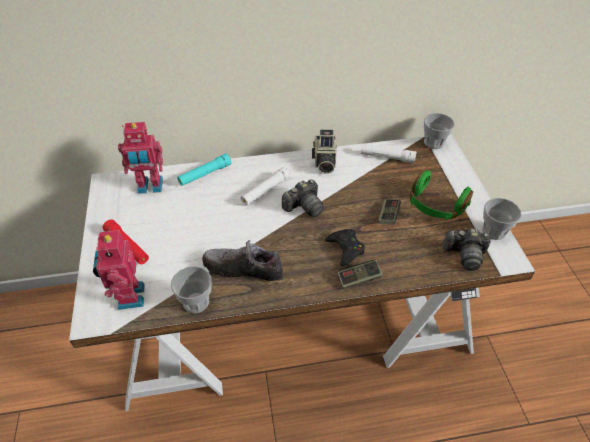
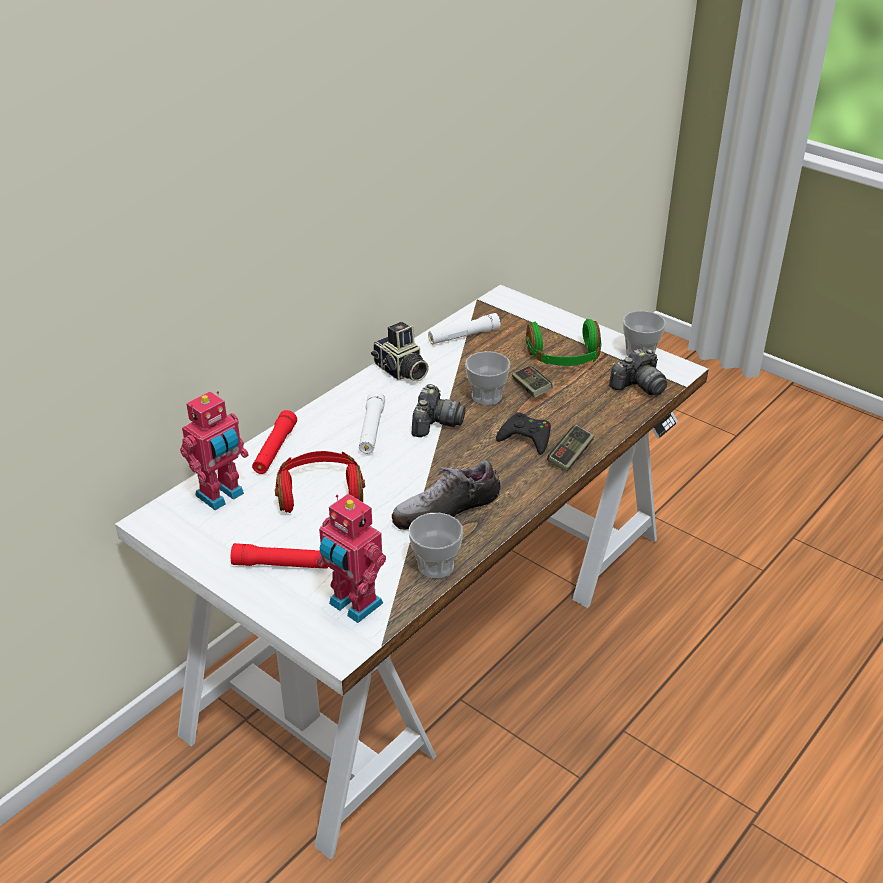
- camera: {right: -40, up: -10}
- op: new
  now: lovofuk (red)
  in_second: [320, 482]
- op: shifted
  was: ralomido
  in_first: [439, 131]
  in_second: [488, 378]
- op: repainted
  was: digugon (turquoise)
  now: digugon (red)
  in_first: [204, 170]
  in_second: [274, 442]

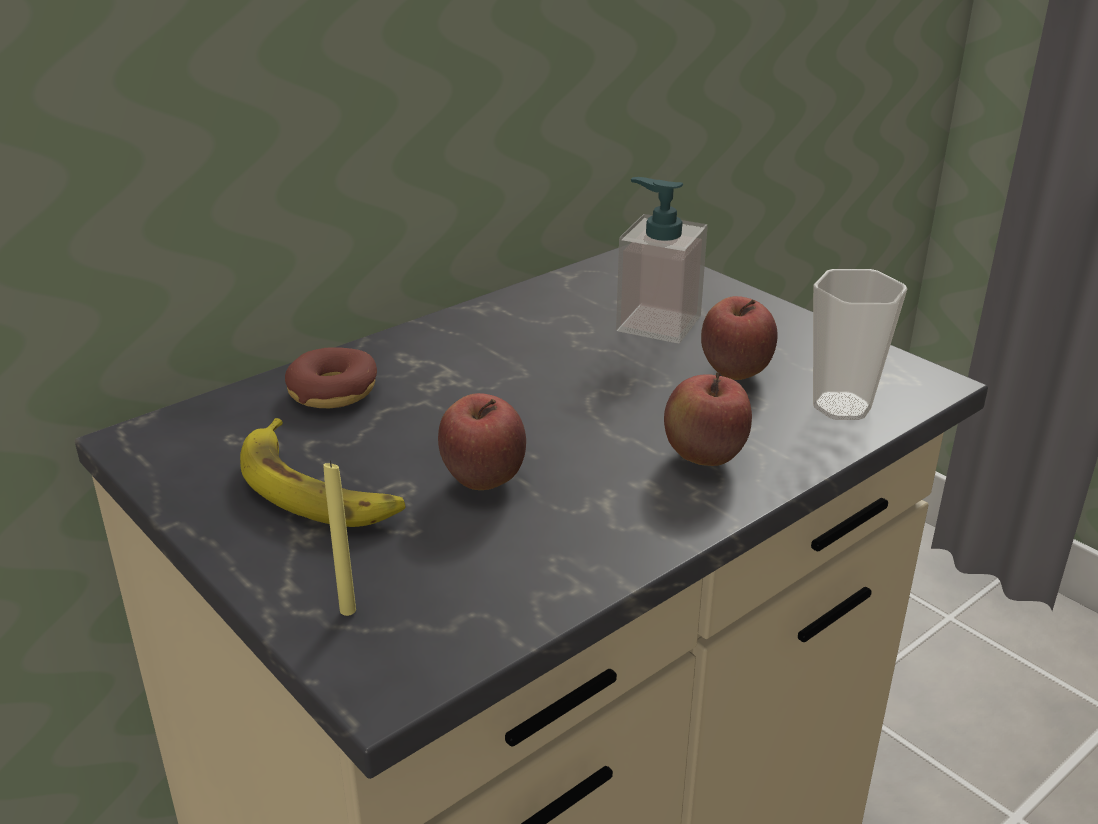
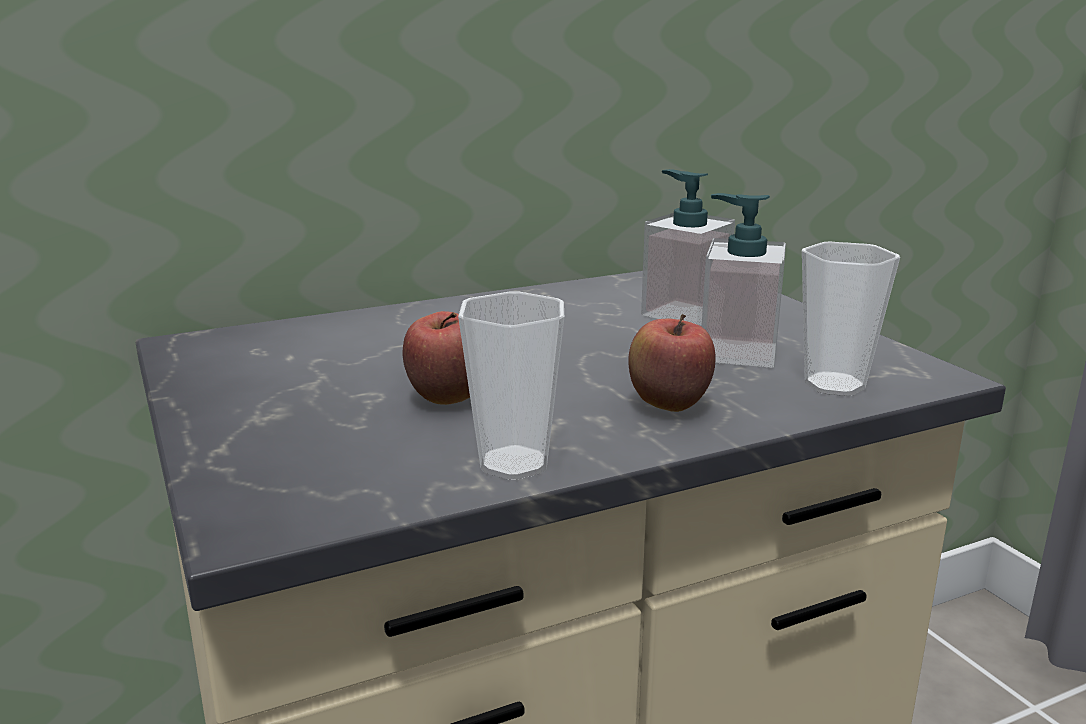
- camera: {right: 15, up: -10}
- op: gone
  was: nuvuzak
  in_first: [322, 472]
- op: gone
  was: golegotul
  in_first: [331, 377]
- op: gone
  was: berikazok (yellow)
  in_first: [339, 538]
- op: new
  now: ralomido
  in_second: [511, 385]
- op: swapped
  was: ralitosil
  now: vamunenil
  in_first: [739, 338]
  in_second: [743, 280]

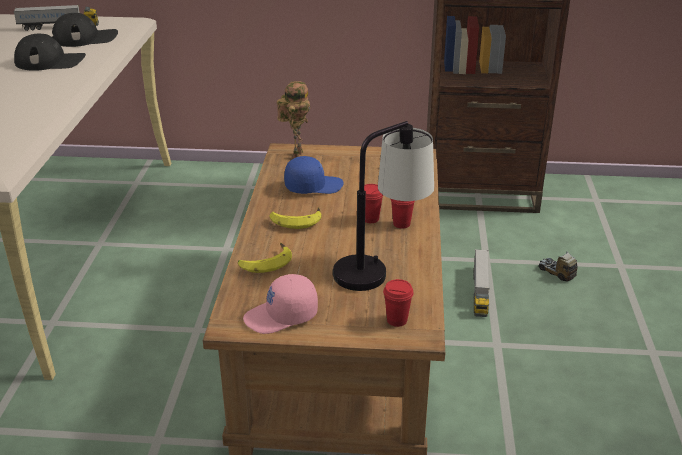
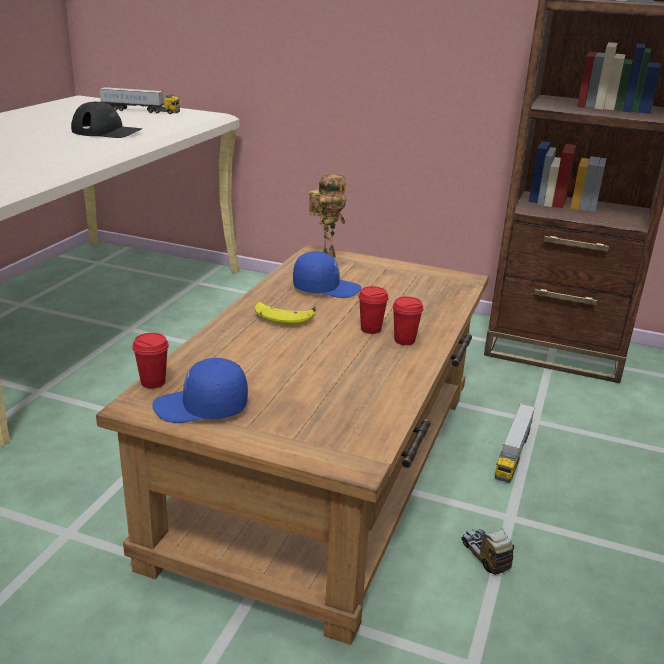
- camera: {right: 15, up: -5}
- op: gone
  was: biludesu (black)
  in_first: [85, 30]
- op: gone
  was: nuvuzak
  in_first: [265, 257]
- op: gone
  was: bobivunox
  in_first: [383, 206]
- op: shifted
  was: ralomido (red)
  in_first: [398, 303]
  in_second: [150, 361]
- op: shifted
  was: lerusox
  in_first: [558, 267]
  in_second: [487, 551]
- op: repainted
  was: biludesu (pink)
  now: biludesu (blue)
  in_first: [280, 304]
  in_second: [200, 390]

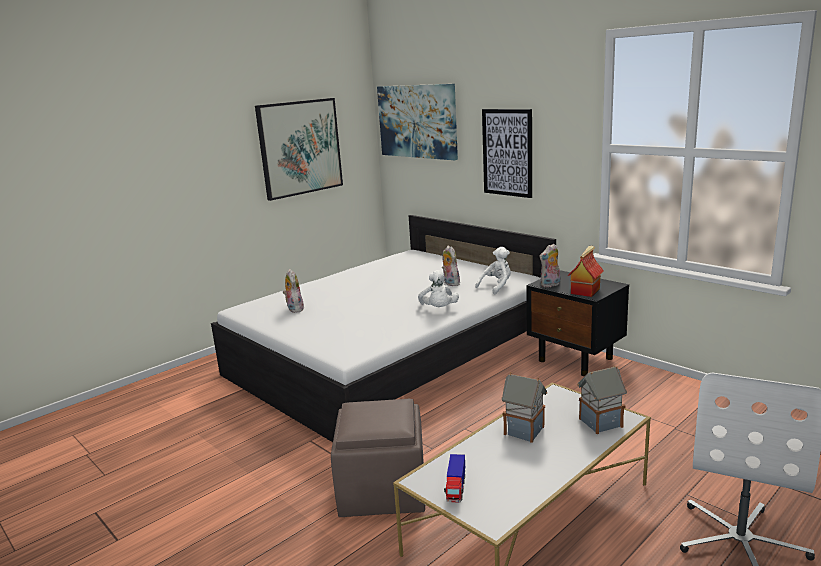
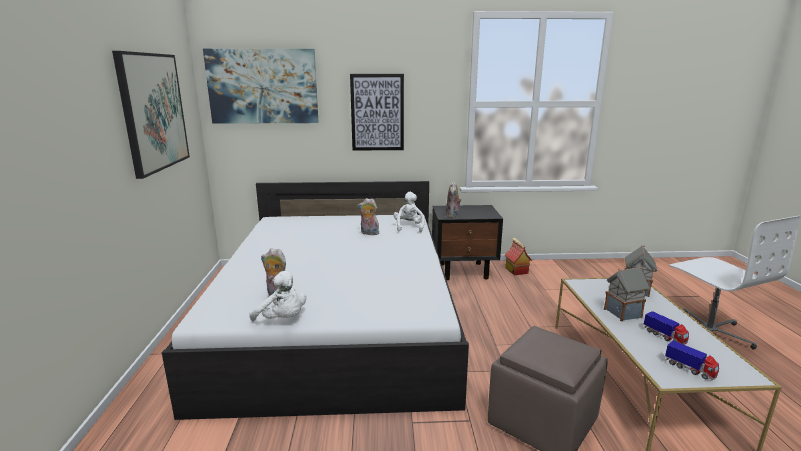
- camera: {right: -50, up: 0}
- op: new
  now: lerusox
  in_second: [666, 328]
- op: shifted
  was: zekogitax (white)
  in_first: [438, 288]
  in_second: [277, 296]
- op: shifted
  was: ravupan
  in_first: [585, 271]
  in_second: [518, 256]

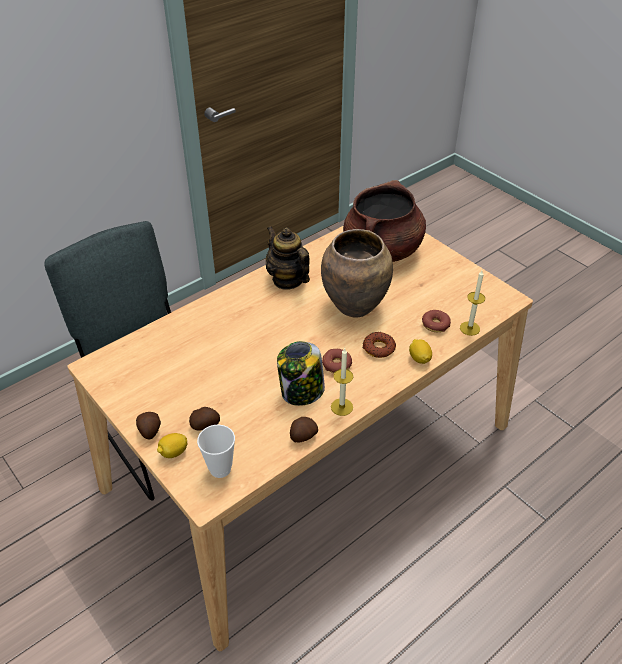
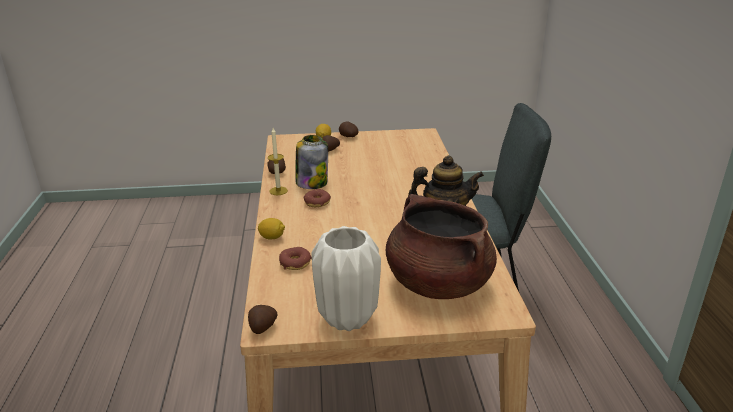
- camera: {right: 125, up: -15}
- op: gone
  was: ralomido
  in_first: [216, 451]
- op: gone
  was: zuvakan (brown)
  in_first: [357, 273]
- op: gone
  was: golegotul
  in_first: [379, 345]
- op: gone
  was: berikazok
  in_first: [472, 303]
- op: new
  now: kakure
  in_second: [262, 319]
- op: new
  now: zuvakan (white)
  in_second: [346, 278]

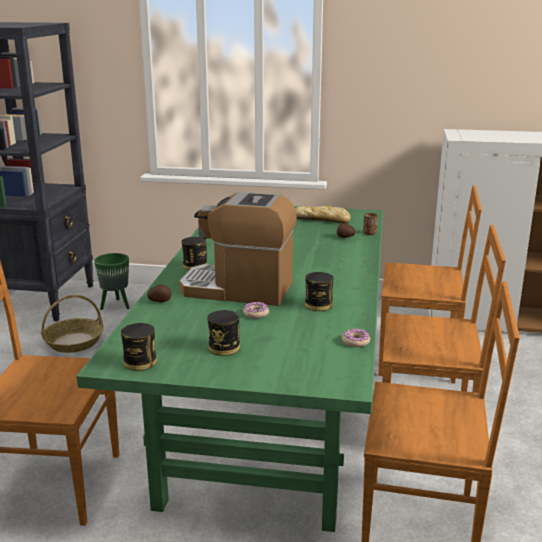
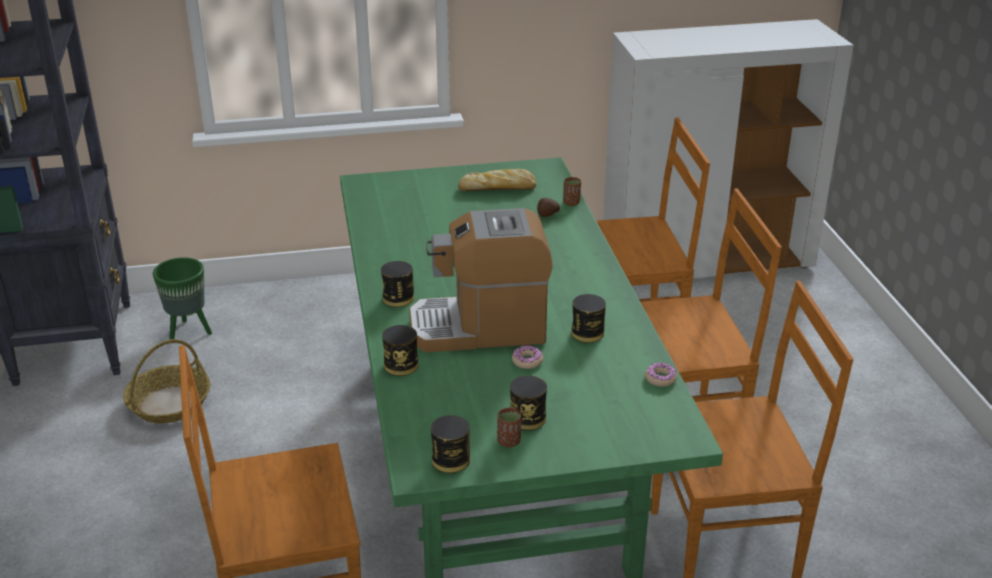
- camera: {right: -20, up: 10}
- op: new
  now: ralomido (brown)
  in_second: [509, 427]
- op: swapped
  was: kakure
  now: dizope
  in_first: [159, 293]
  in_second: [400, 350]

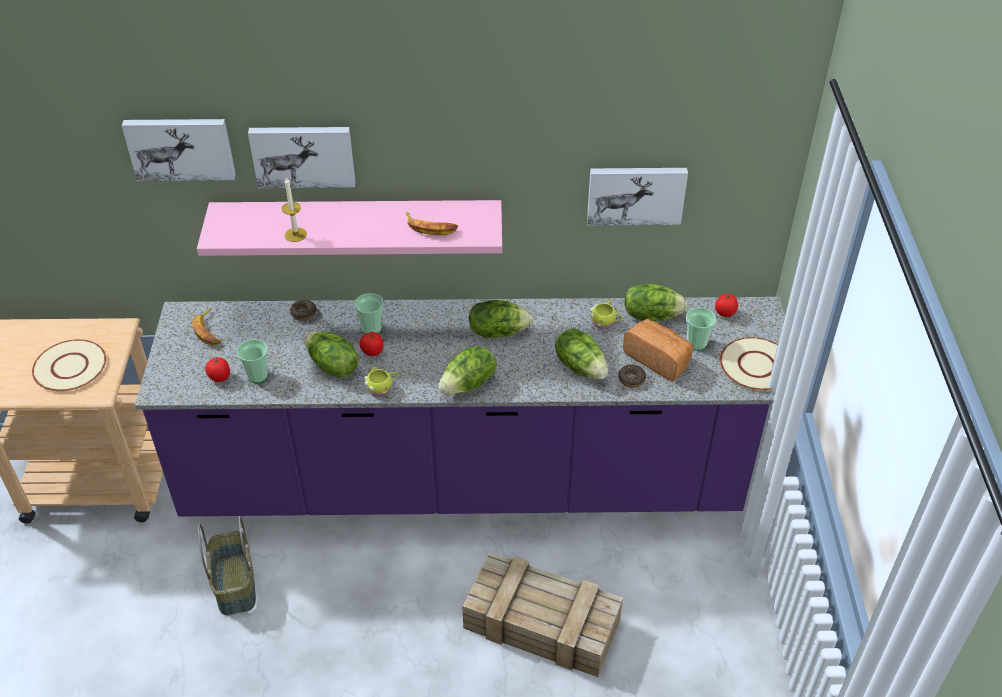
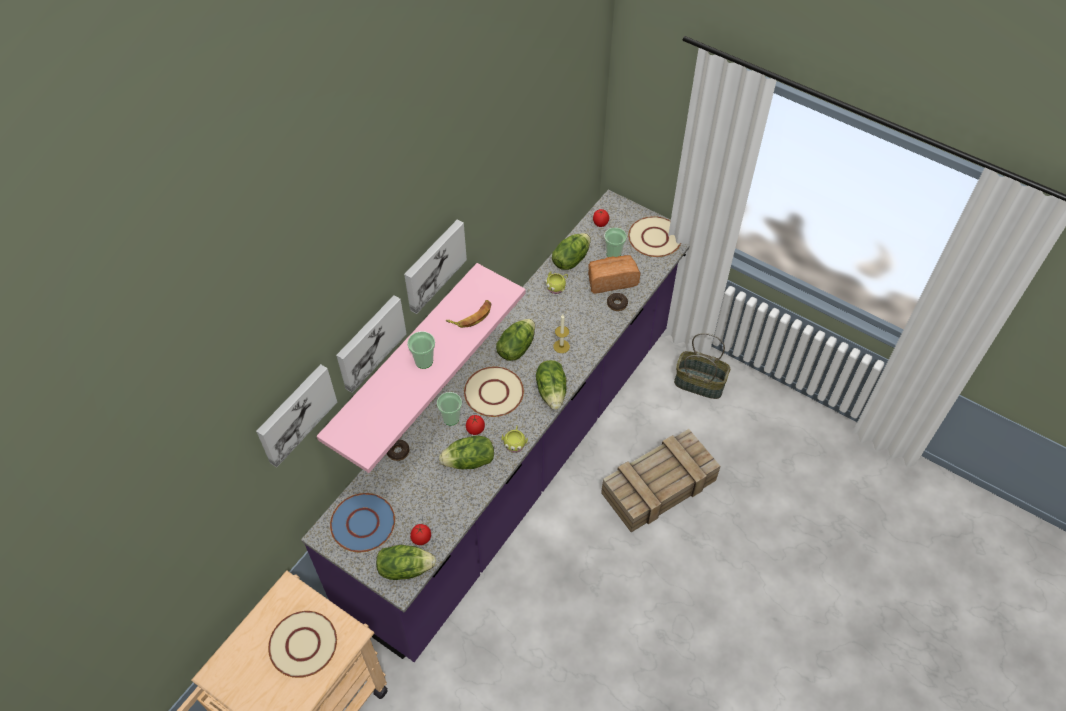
- camera: {right: -55, up: 10}
- op: new
  now: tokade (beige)
  in_second: [494, 392]
- op: shifted
  was: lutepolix
  in_first: [227, 565]
  in_second: [702, 366]
- op: shifted
  was: ralomido
  in_first: [252, 361]
  in_second: [421, 350]
- op: shifted
  was: berikazok
  in_first: [294, 209]
  in_second: [561, 334]
- op: shifted
  was: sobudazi
  in_first: [581, 354]
  in_second: [406, 562]
- op: shifted
  was: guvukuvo
  in_first: [637, 197]
  in_second: [435, 267]
- op: swapped
  was: nuvuzak
  now: tokade (blue)
  in_first: [206, 326]
  in_second: [362, 522]

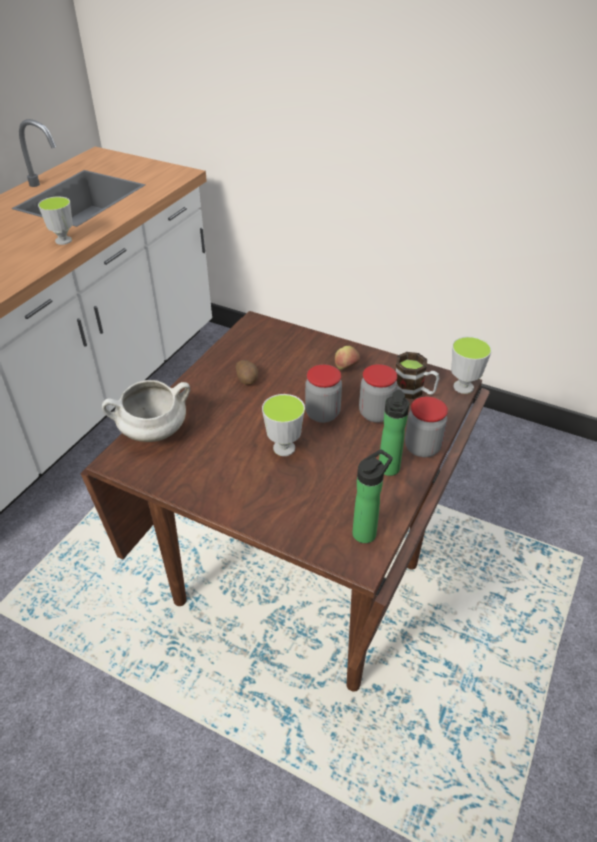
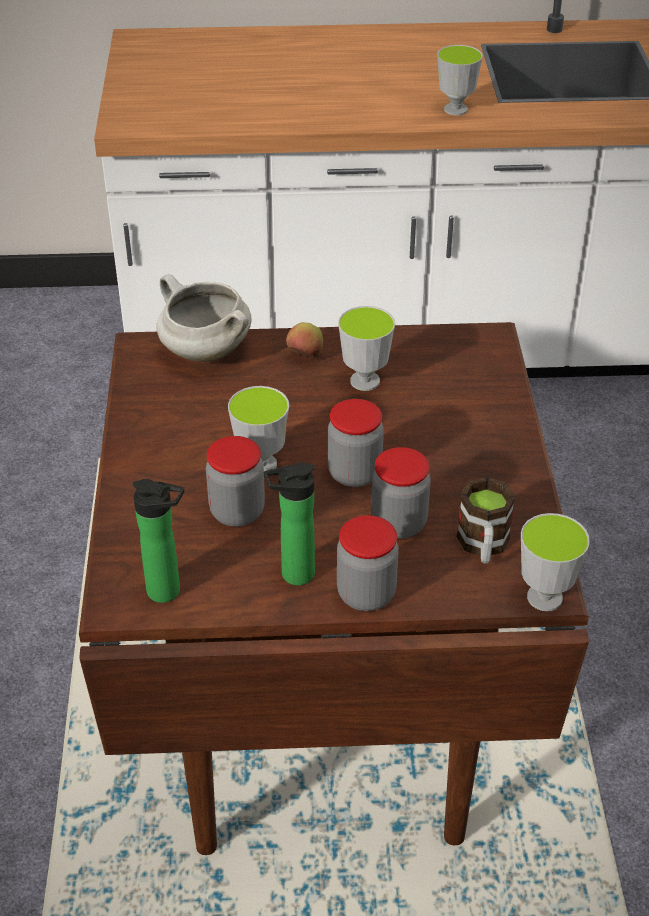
- camera: {right: 60, up: 0}
- op: new
  now: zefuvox
  in_second: [235, 481]
- op: shifted
  was: ralitosil
  in_first: [347, 358]
  in_second: [304, 340]
- op: swapped
  was: kakure
  now: ralomido
  in_first: [247, 372]
  in_second: [366, 348]

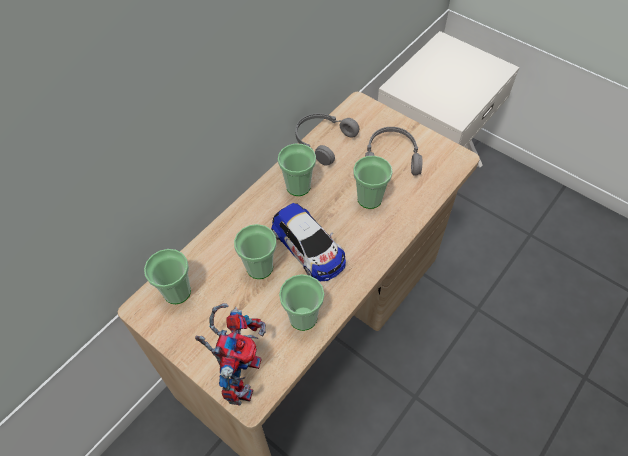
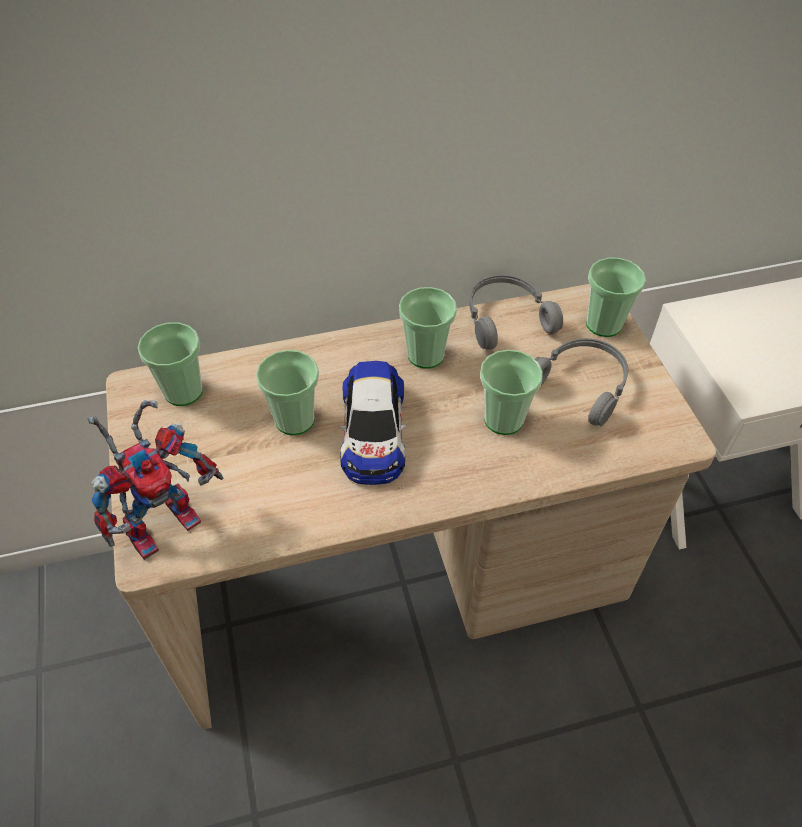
- camera: {right: 35, up: -5}
- op: shifted
  was: ralomido
  in_first: [301, 302]
  in_second: [616, 297]

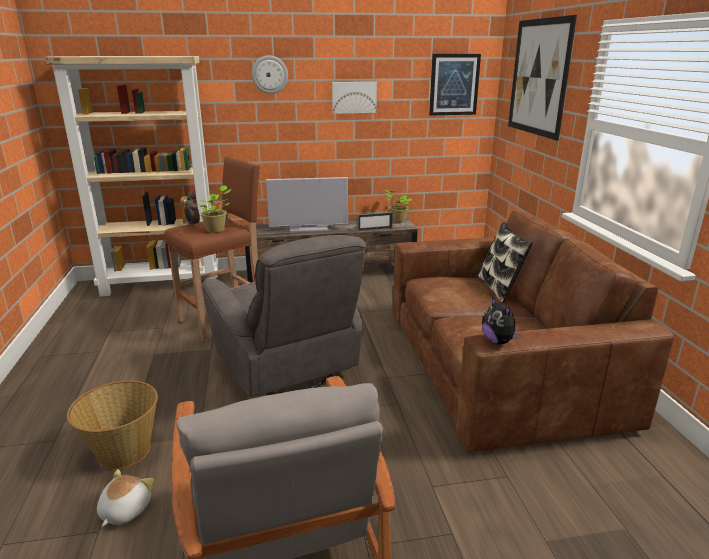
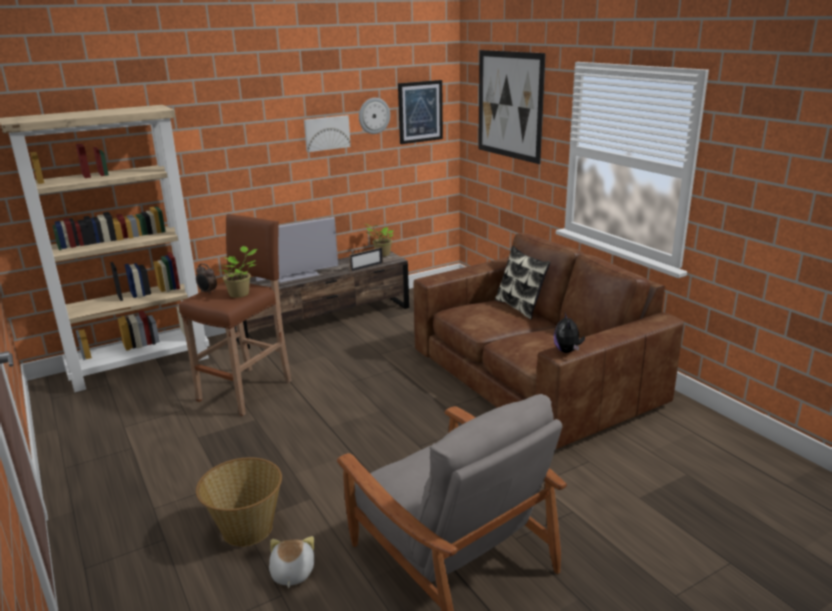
- camera: {right: -20, up: 0}
- op: gone
  was: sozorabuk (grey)
  in_first: [283, 316]
- op: shifted
  was: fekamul
  in_first: [270, 74]
  in_second: [374, 116]
- op: rotated
  was: zekogitax
  in_first: [501, 320]
  in_second: [569, 333]
  clockwise: 45

